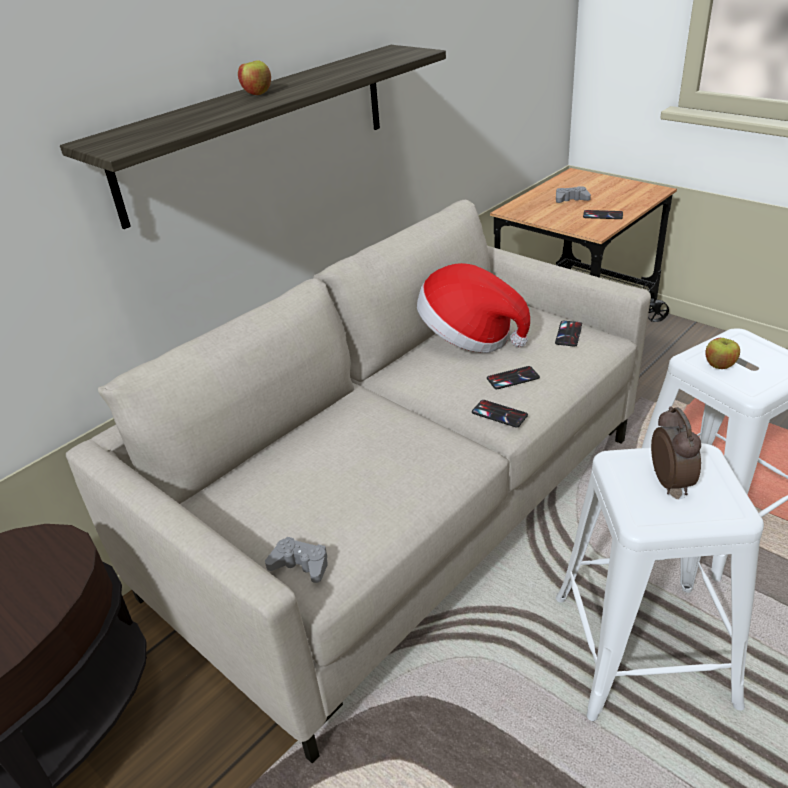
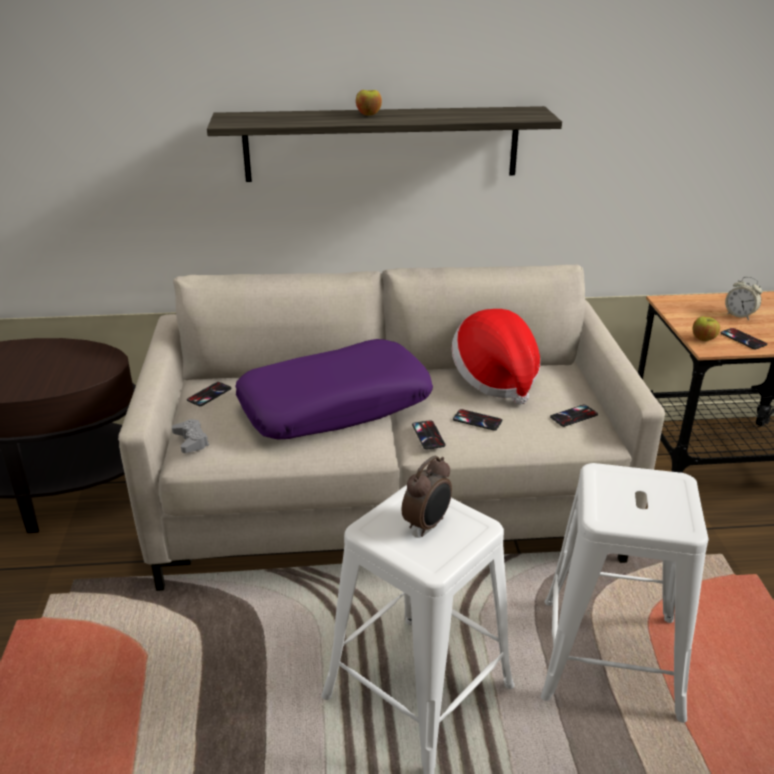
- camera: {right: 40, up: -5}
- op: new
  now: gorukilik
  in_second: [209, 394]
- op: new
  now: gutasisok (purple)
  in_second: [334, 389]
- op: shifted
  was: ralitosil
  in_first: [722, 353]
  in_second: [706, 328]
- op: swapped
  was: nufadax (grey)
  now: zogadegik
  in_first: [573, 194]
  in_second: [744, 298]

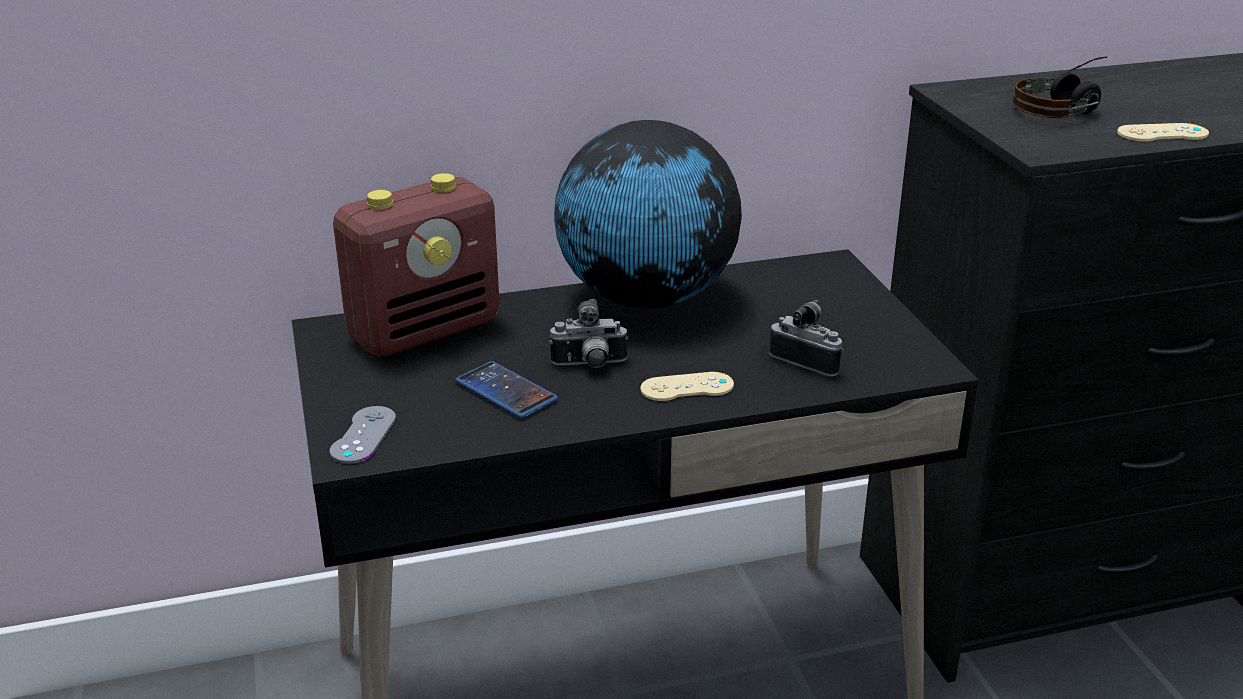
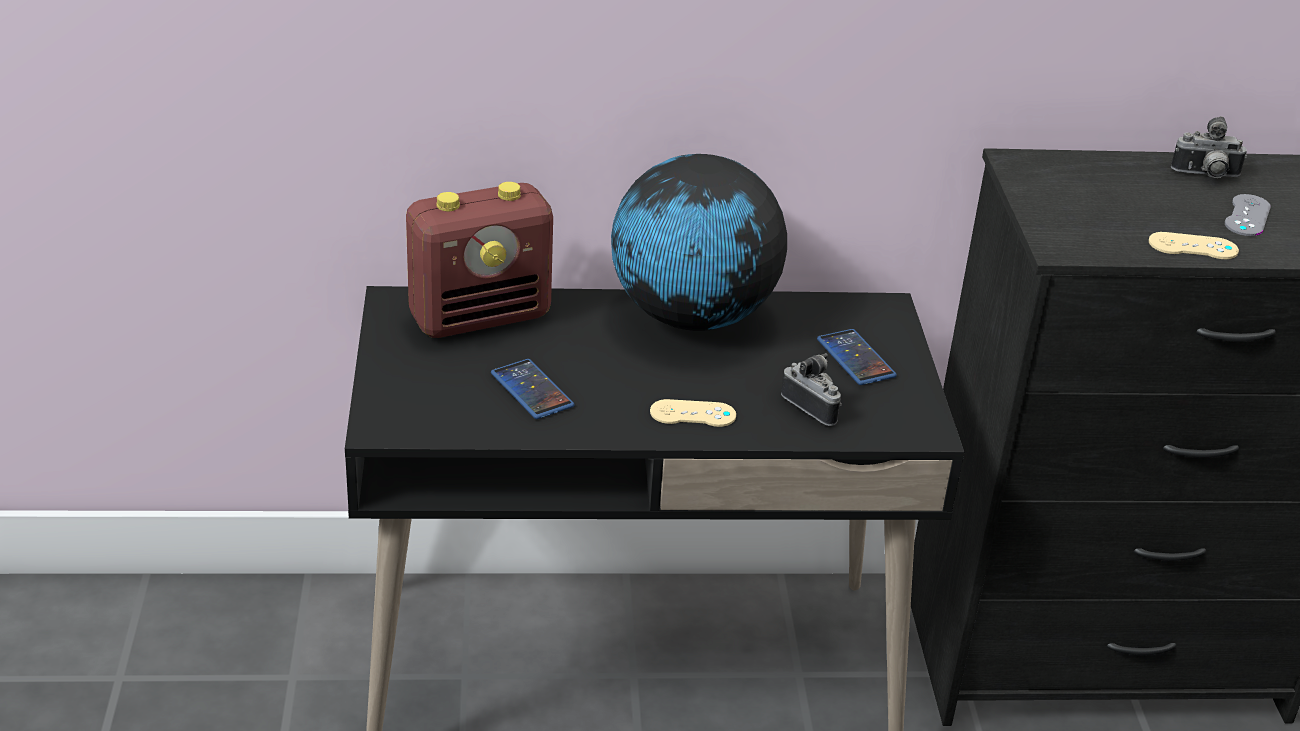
- camera: {right: 10, up: 5}
- op: gone
  was: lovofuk
  in_first: [1060, 87]
- op: new
  now: gorukilik
  in_second: [857, 357]
- op: shifted
  was: nufadax (grey)
  in_first: [363, 435]
  in_second: [1248, 215]
- op: shifted
  was: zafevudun
  in_first: [589, 333]
  in_second: [1209, 147]

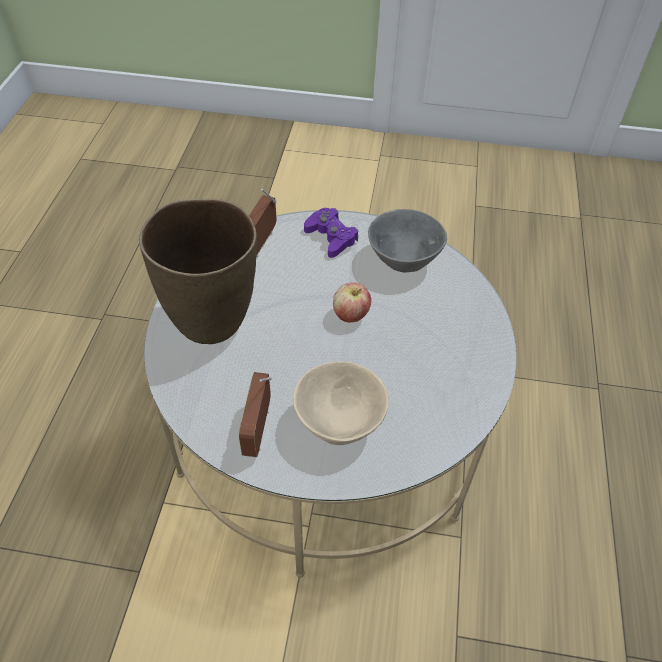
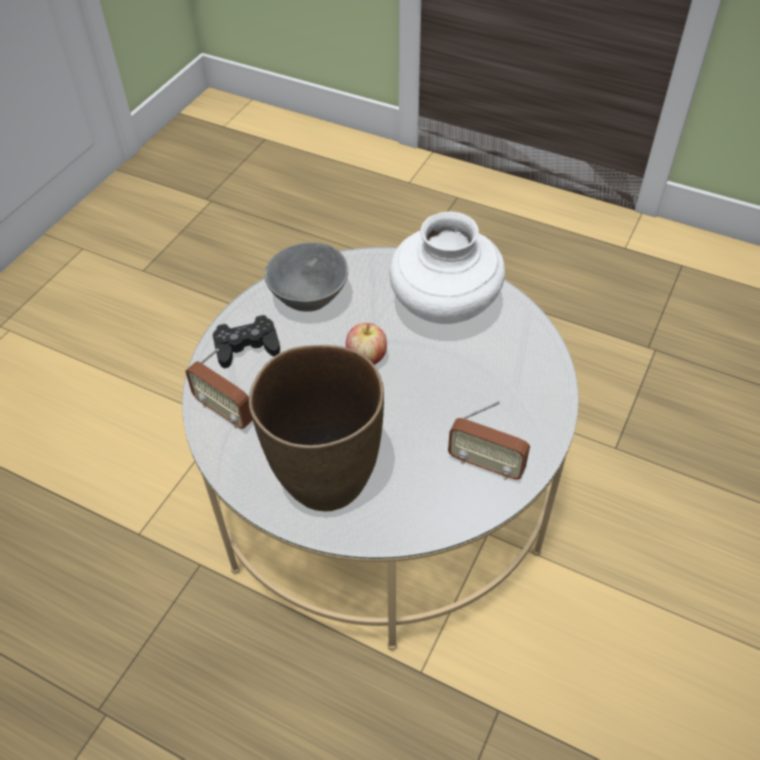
- camera: {right: -70, up: 0}
- op: gone
  was: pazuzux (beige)
  in_first: [341, 403]
- op: new
  now: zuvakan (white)
  in_second: [447, 268]
- op: repainted
  was: nufadax (purple)
  now: nufadax (black)
  in_first: [331, 233]
  in_second: [246, 341]

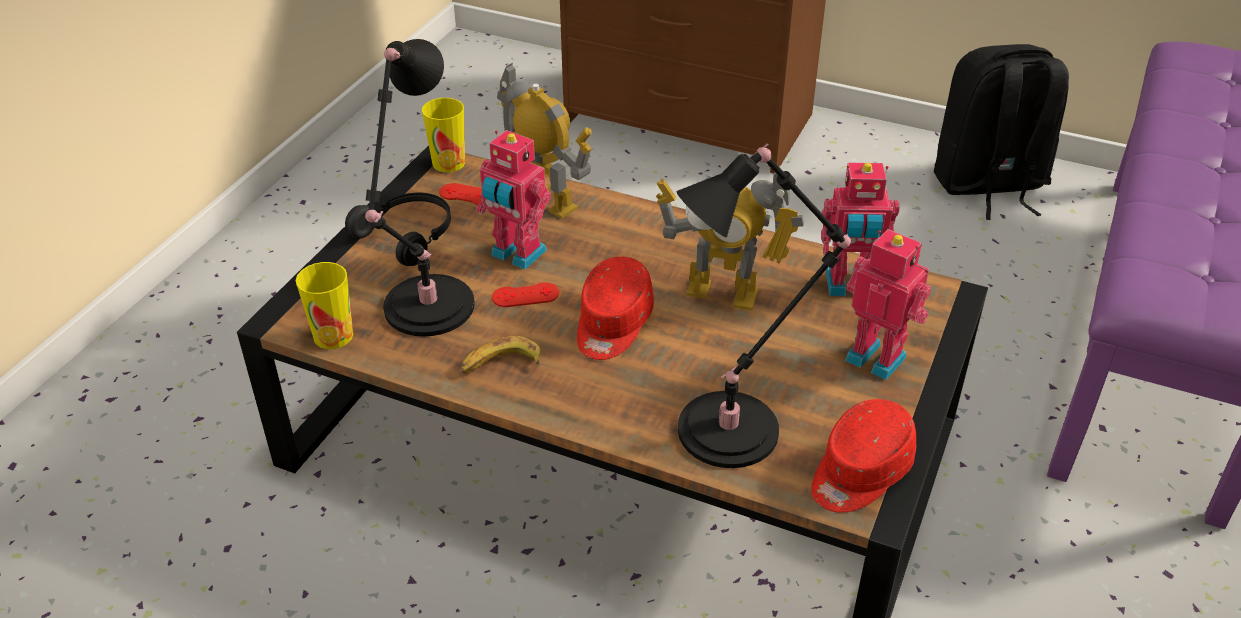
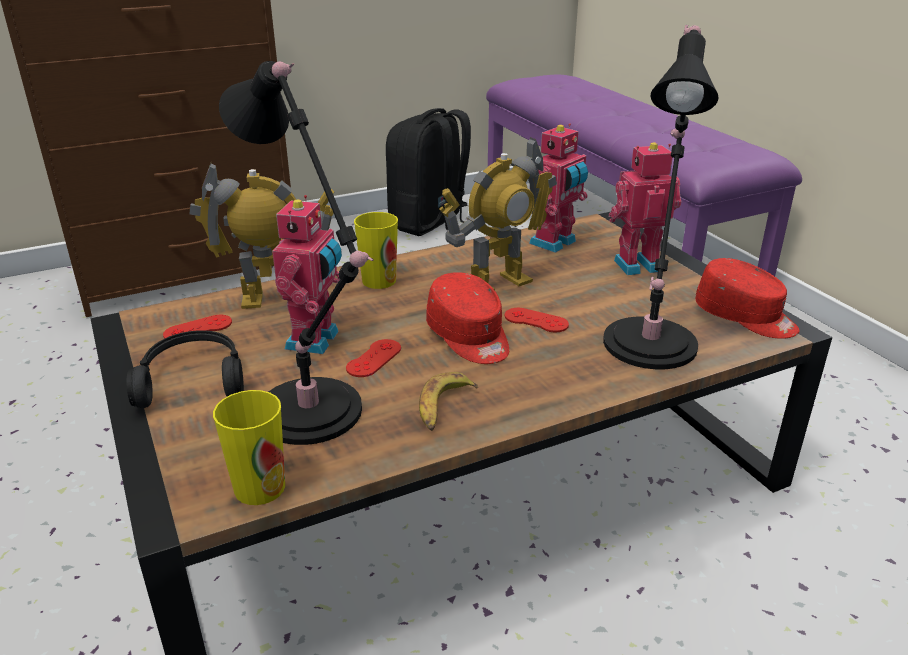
- camera: {right: -50, up: -10}
- op: new
  now: nufadax (red)
  in_second: [537, 320]
- op: shifted
  was: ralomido
  in_first: [443, 135]
  in_second: [376, 250]
- op: rotated
  was: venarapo
  in_first: [513, 200]
  in_second: [307, 274]
  clockwise: -60
- op: rotated
  was: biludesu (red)
  in_first: [864, 456]
  in_second: [747, 298]
  clockwise: -45

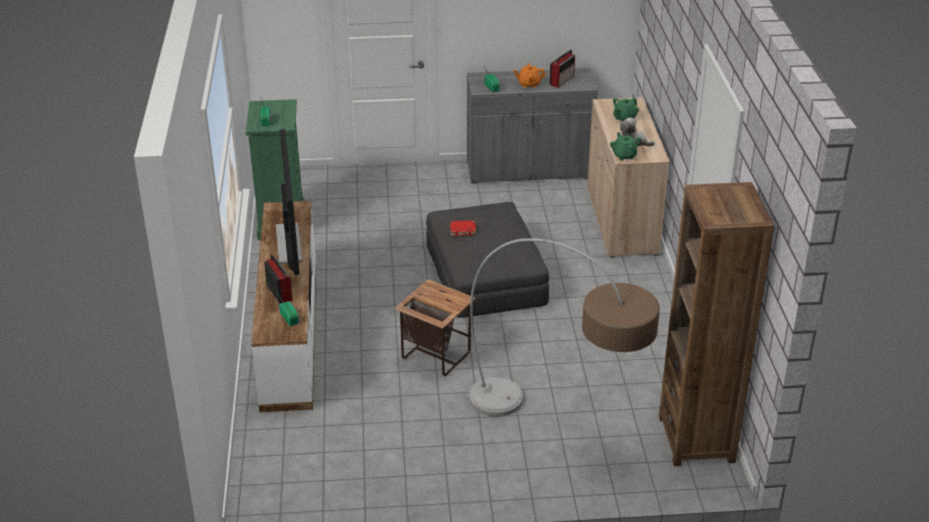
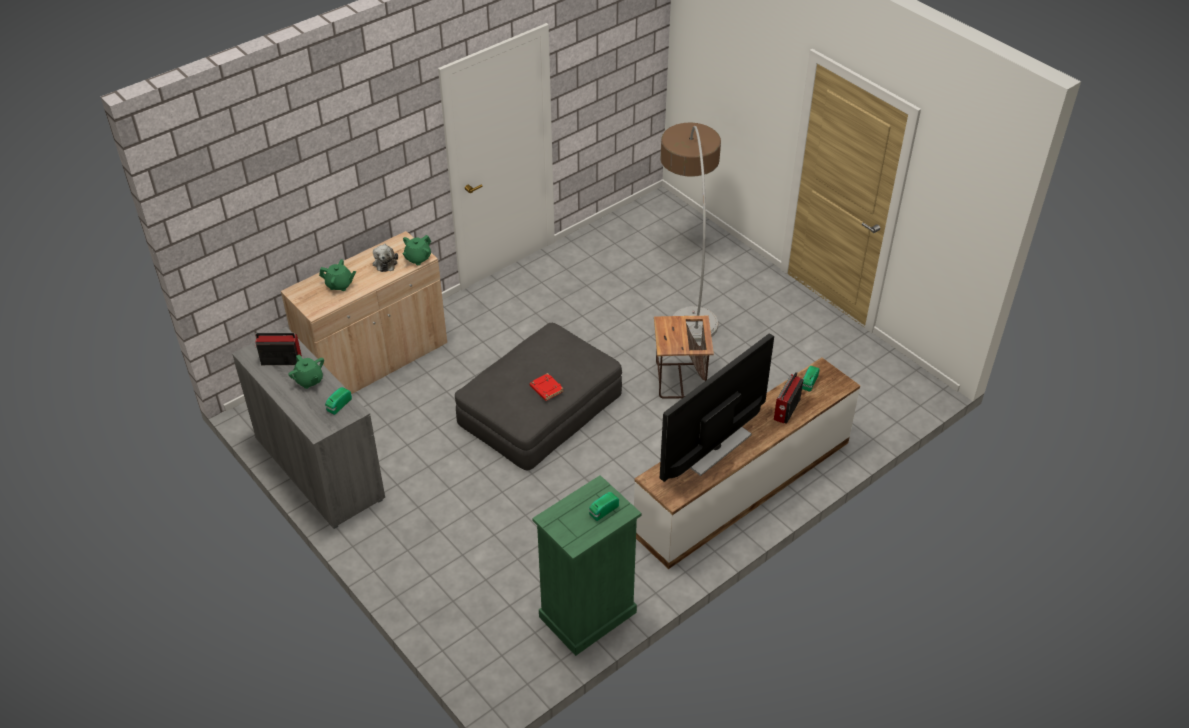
- camera: {right: -125, up: 10}
- op: gone
  was: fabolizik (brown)
  in_first: [716, 324]
- op: repainted
  was: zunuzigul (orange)
  now: zunuzigul (green)
  in_first: [529, 75]
  in_second: [306, 371]

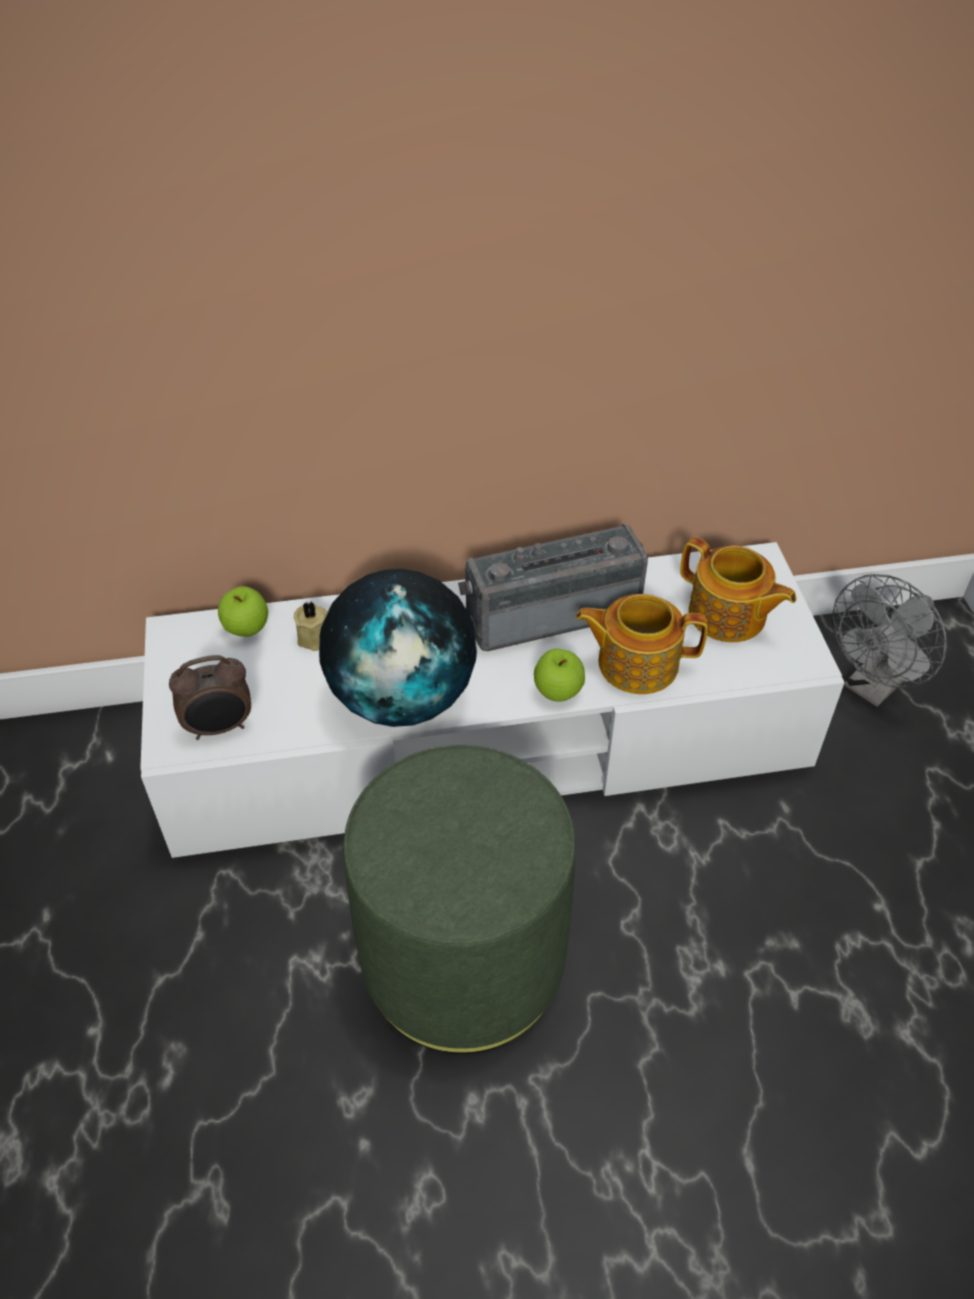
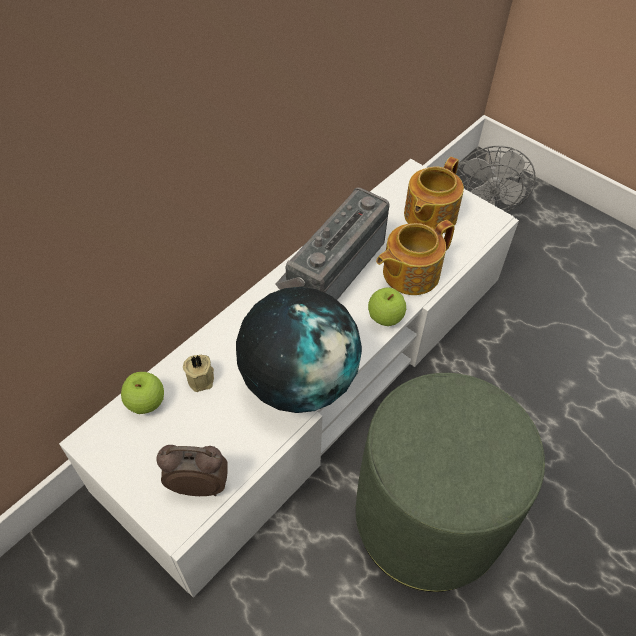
- camera: {right: -40, up: 5}
- op: rotated
  was: zogadegik
  in_first: [210, 697]
  in_second: [192, 470]
  clockwise: -120
- op: rotated
  was: zunuzigul
  in_first: [738, 589]
  in_second: [434, 195]
  clockwise: 120

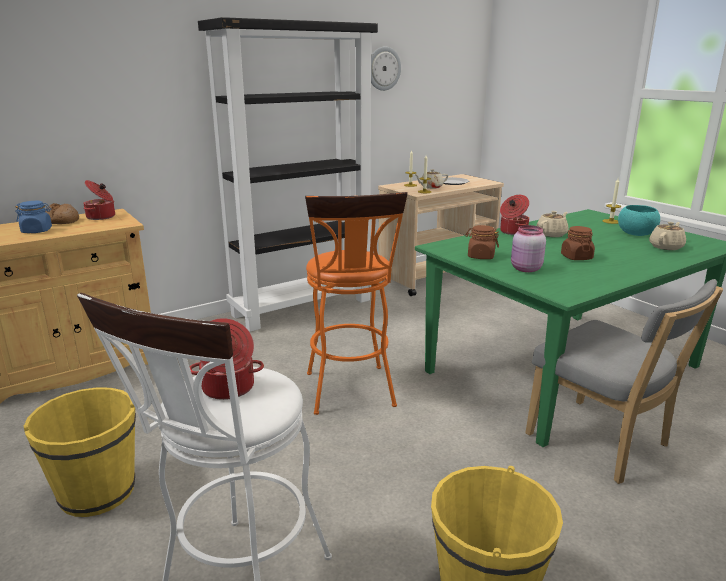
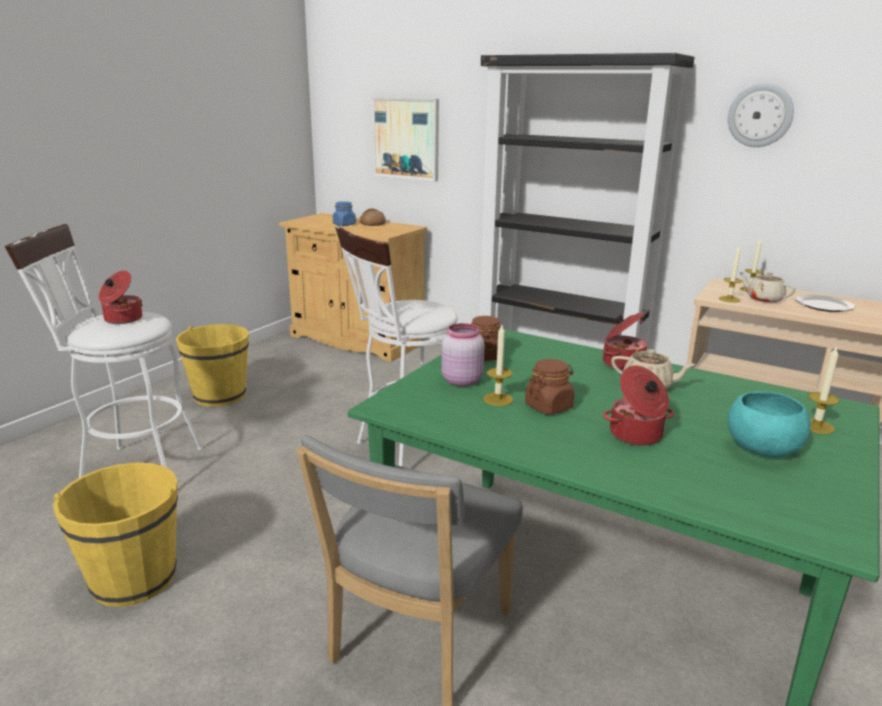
- camera: {right: 65, up: 0}
- op: gone
  was: zunuzigul (beige)
  in_first: [667, 236]
- op: new
  now: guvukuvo
  in_second: [405, 139]
- op: new
  now: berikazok
  in_second: [498, 365]
- op: shifted
  was: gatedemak
  in_first: [99, 200]
  in_second: [638, 405]
- op: repainted
  was: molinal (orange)
  now: molinal (white)
  in_first: [356, 303]
  in_second: [396, 346]

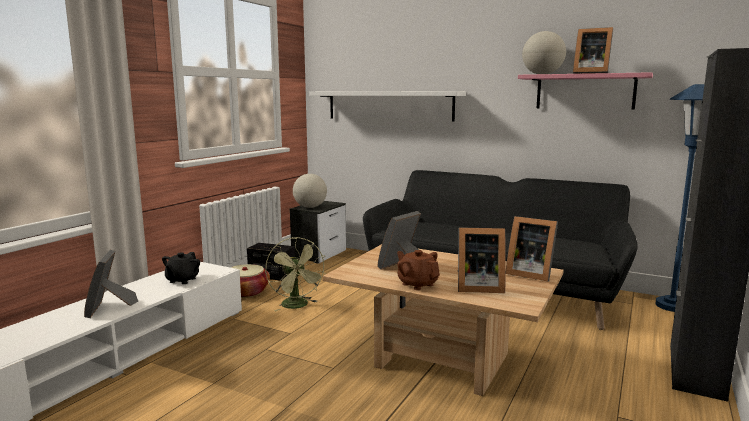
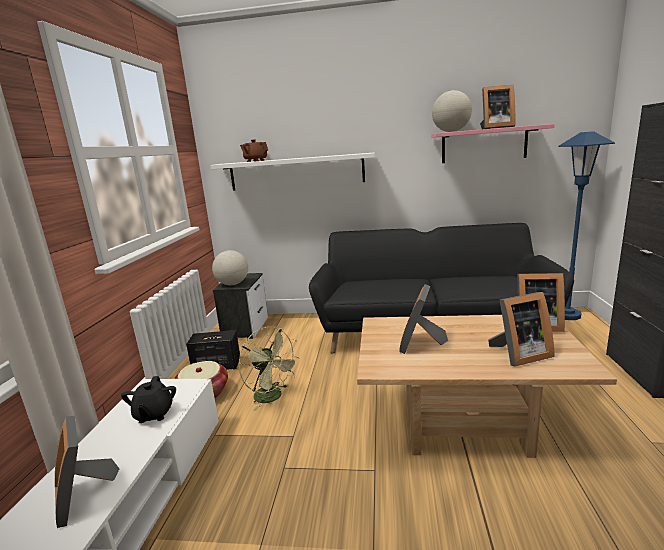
- camera: {right: -20, up: 5}
- op: shifted
  was: zunuzigul (brown)
  in_first: [418, 270]
  in_second: [254, 150]

